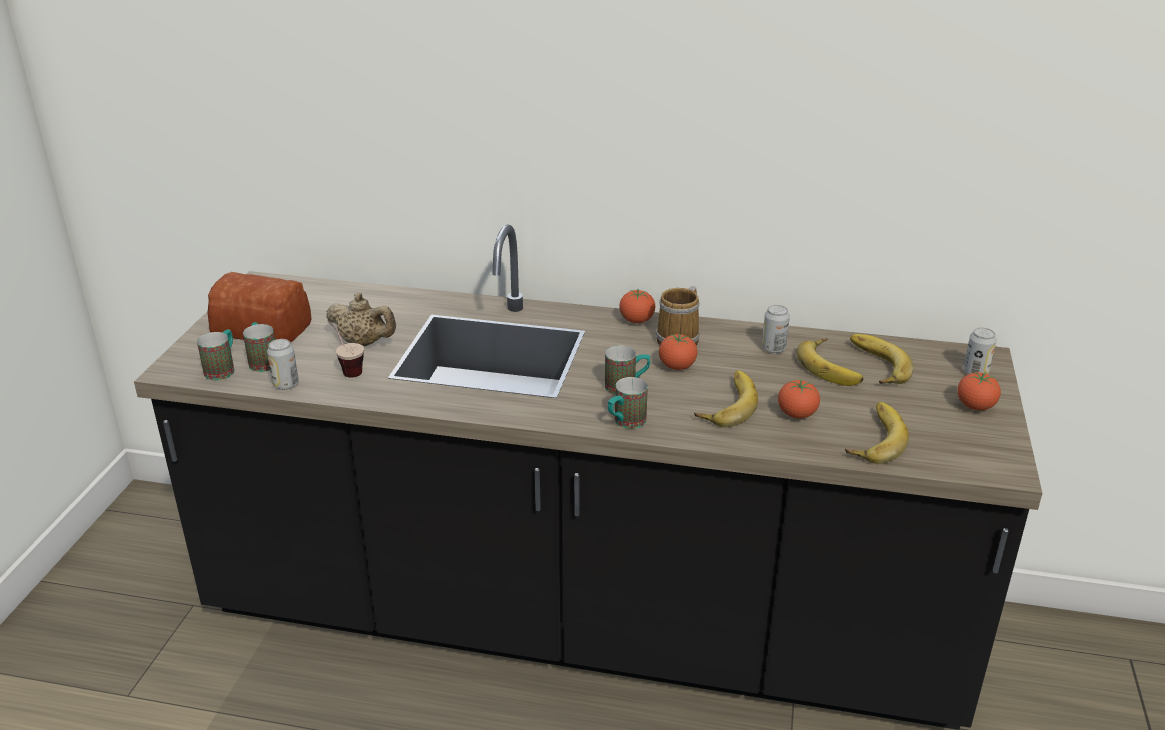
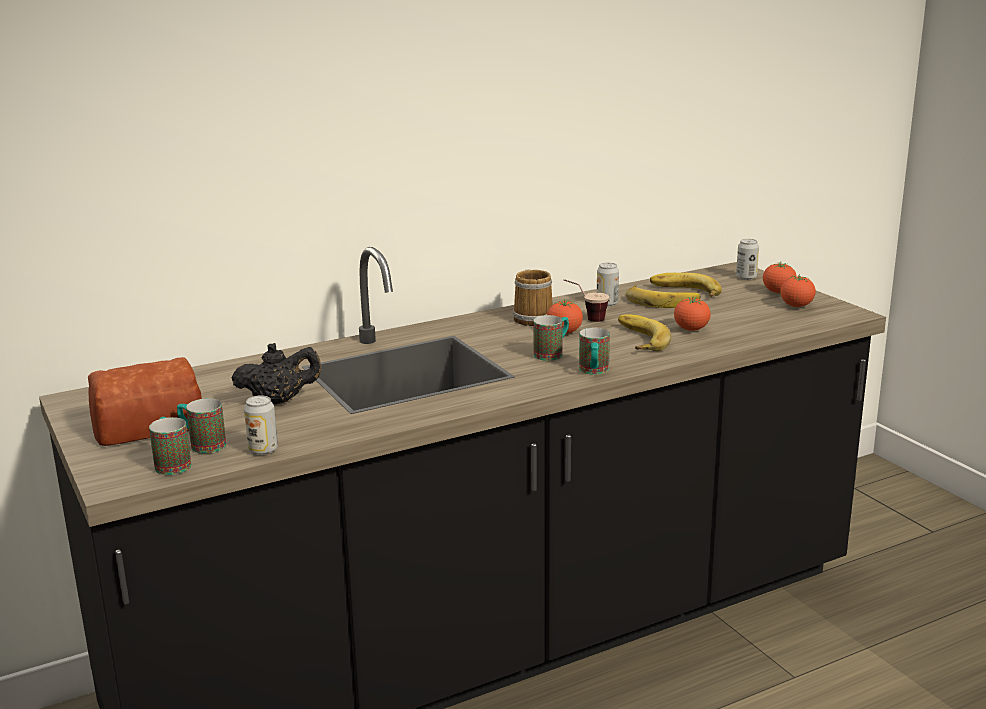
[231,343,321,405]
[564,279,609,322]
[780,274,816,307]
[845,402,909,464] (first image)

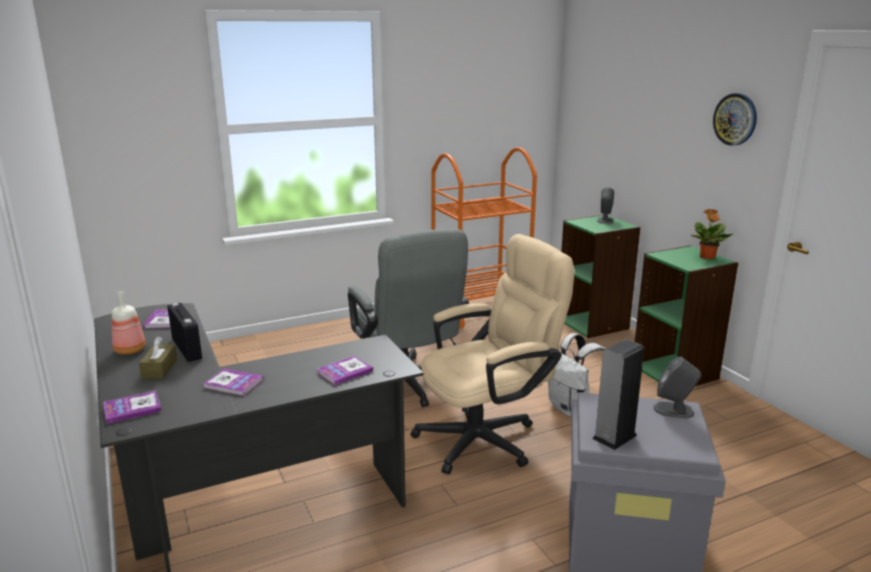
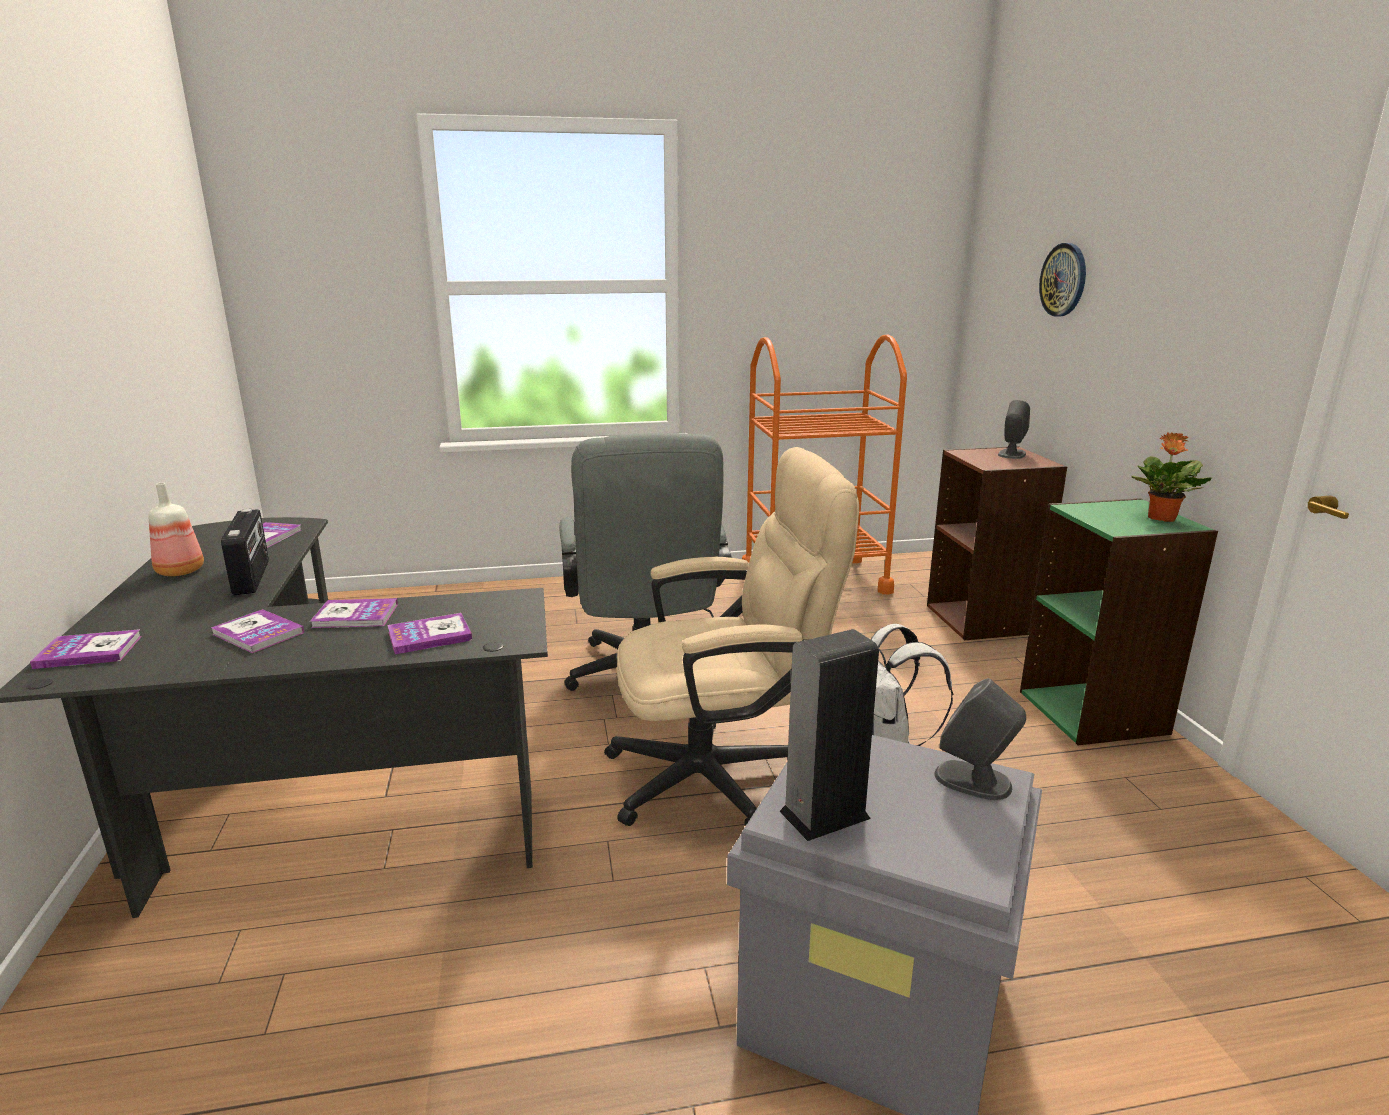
[310,598,398,628]
[927,446,1067,640]
[1039,243,1086,317]
[139,337,177,379] (first image)

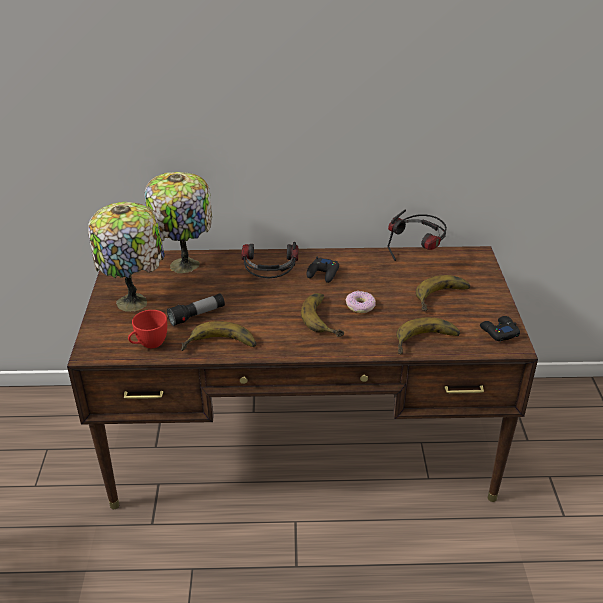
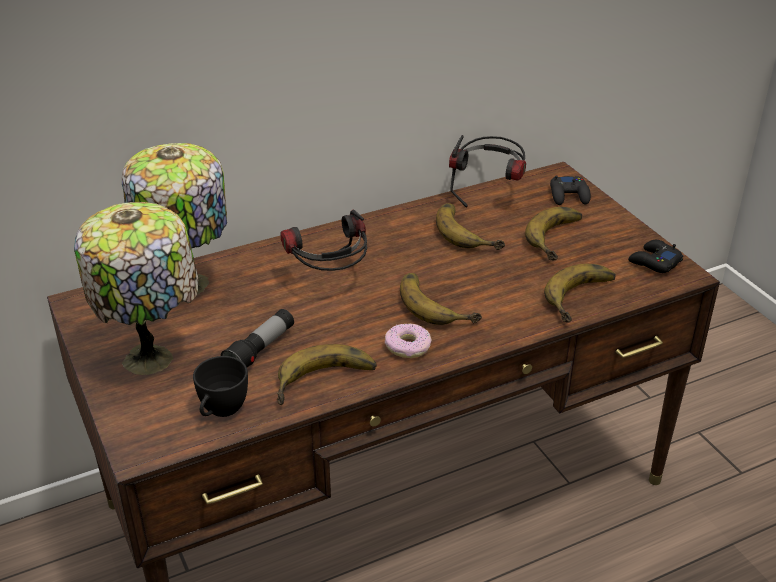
[193,356,248,417]
[385,324,432,358]
[436,203,505,250]
[550,175,591,205]

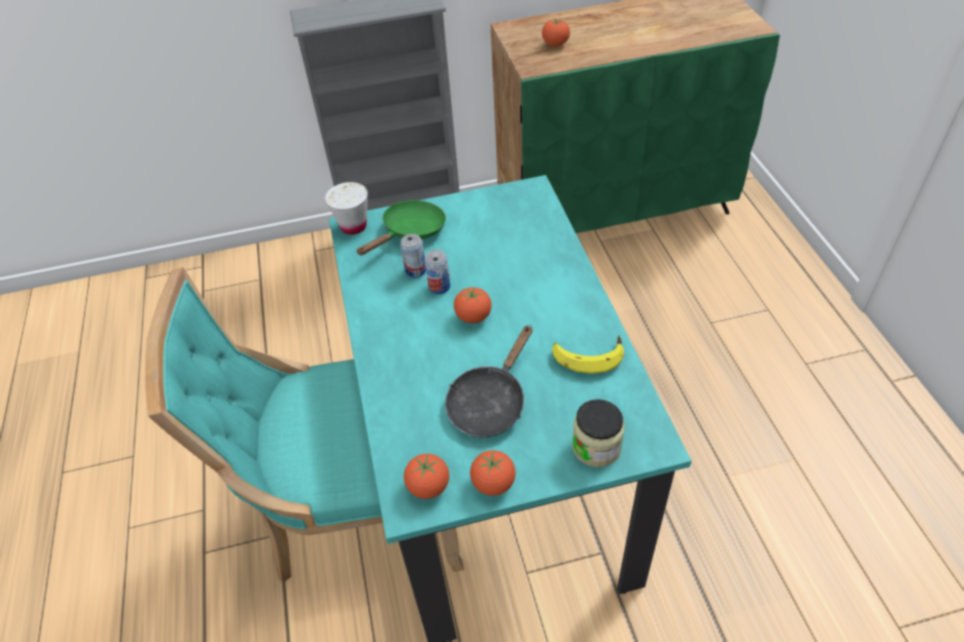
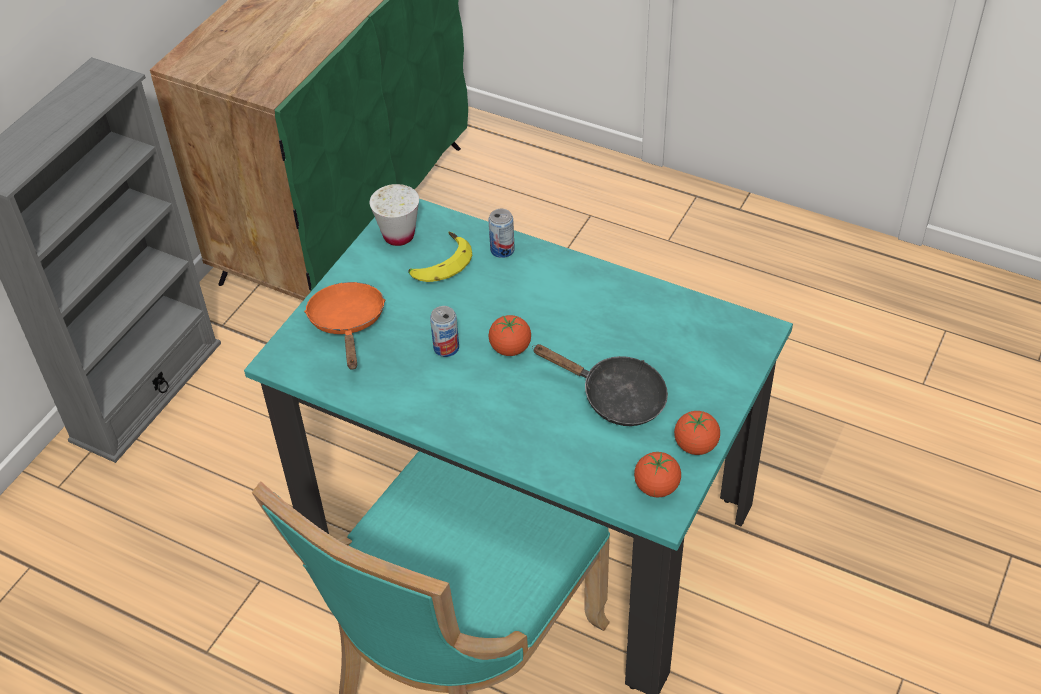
[304,282,386,369]
[370,184,419,246]
[408,232,472,282]
[488,209,515,258]
[532,344,668,426]
[542,18,570,46] (first image)
[572,399,625,467] (first image)

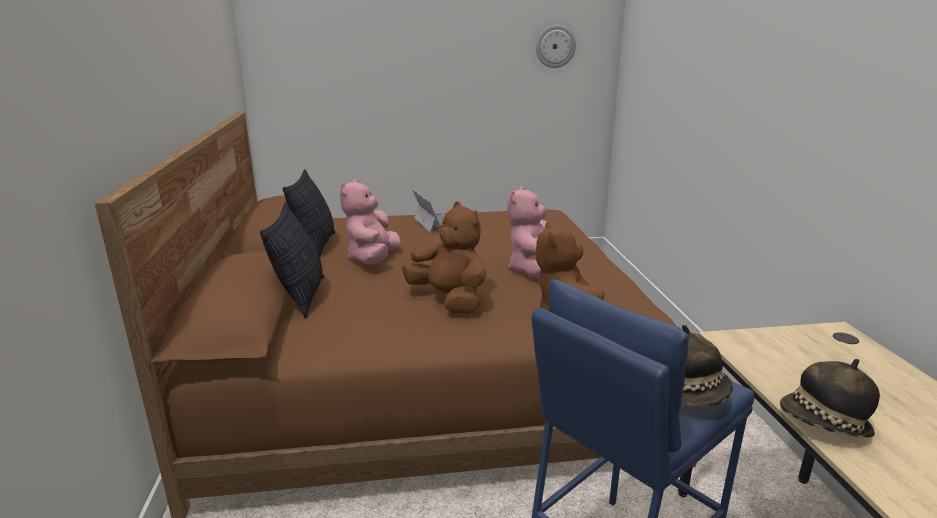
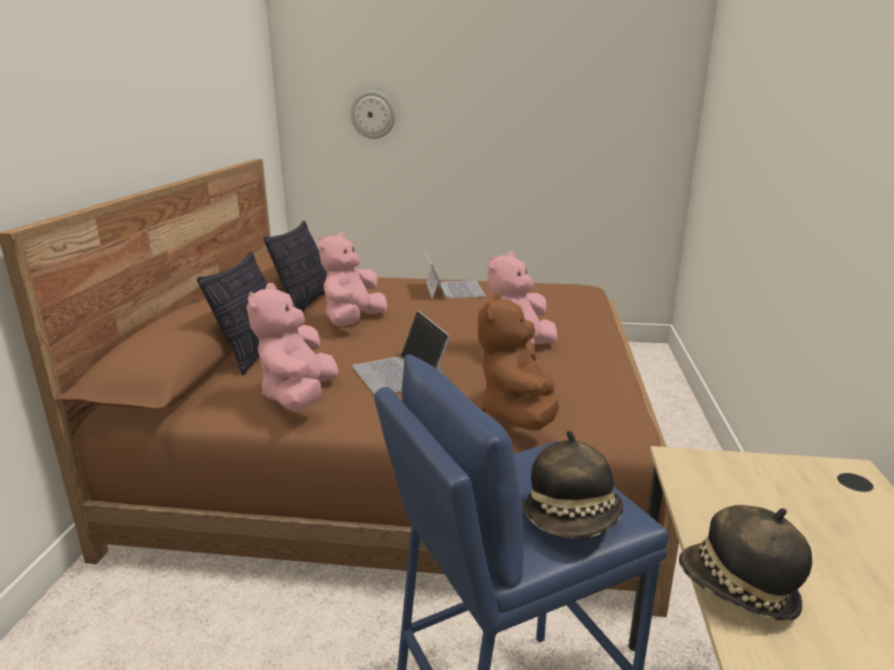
[247,283,339,411]
[350,91,395,139]
[352,310,450,395]

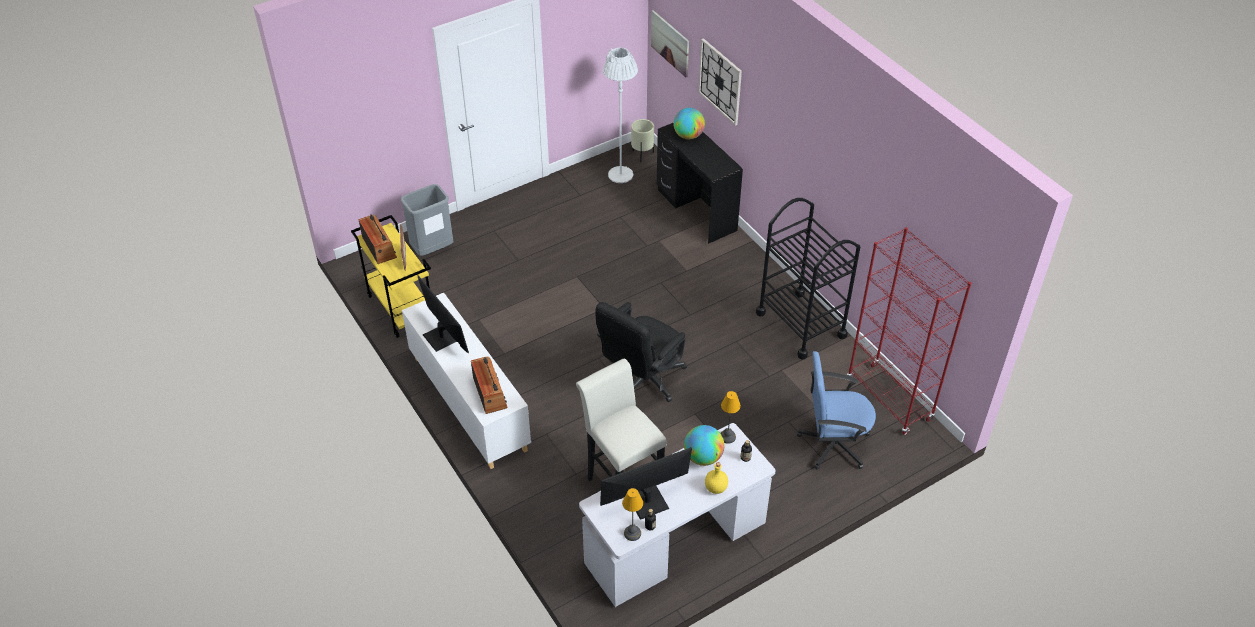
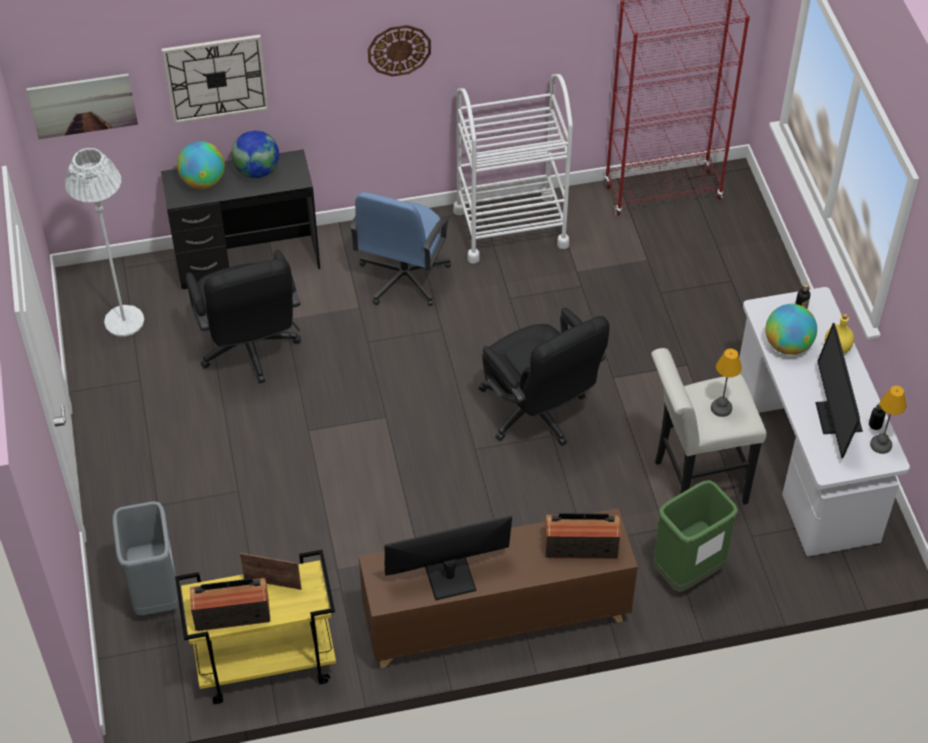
[186,250,301,383]
[232,131,279,178]
[349,192,451,306]
[359,508,638,668]
[368,25,431,77]
[453,74,573,264]
[653,480,738,592]
[711,348,742,417]
[631,119,654,153] (first image)

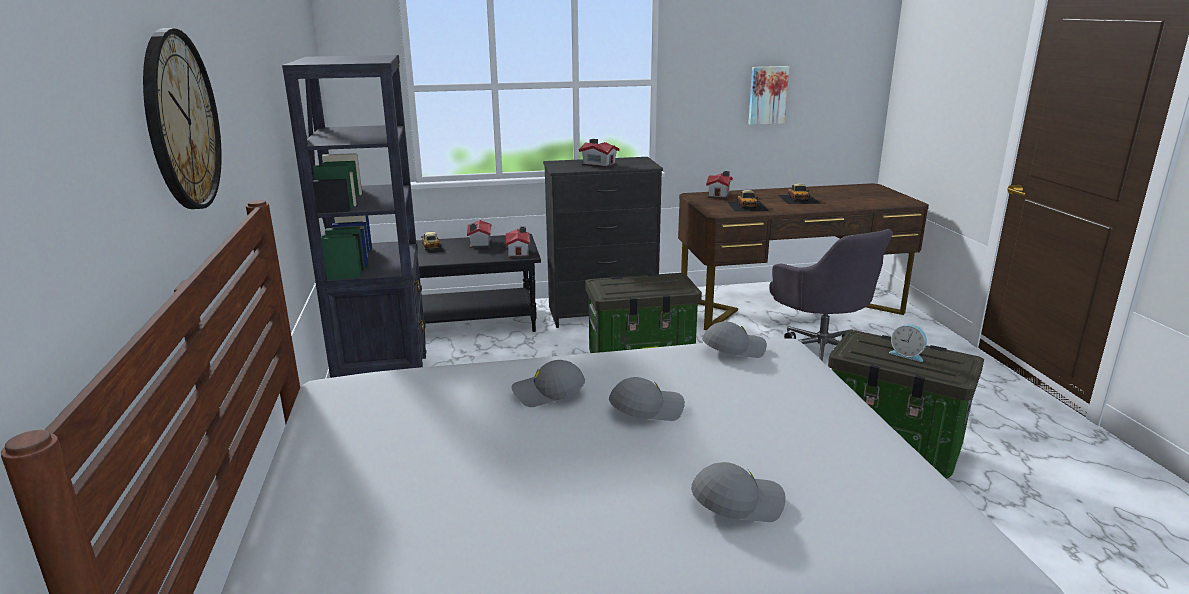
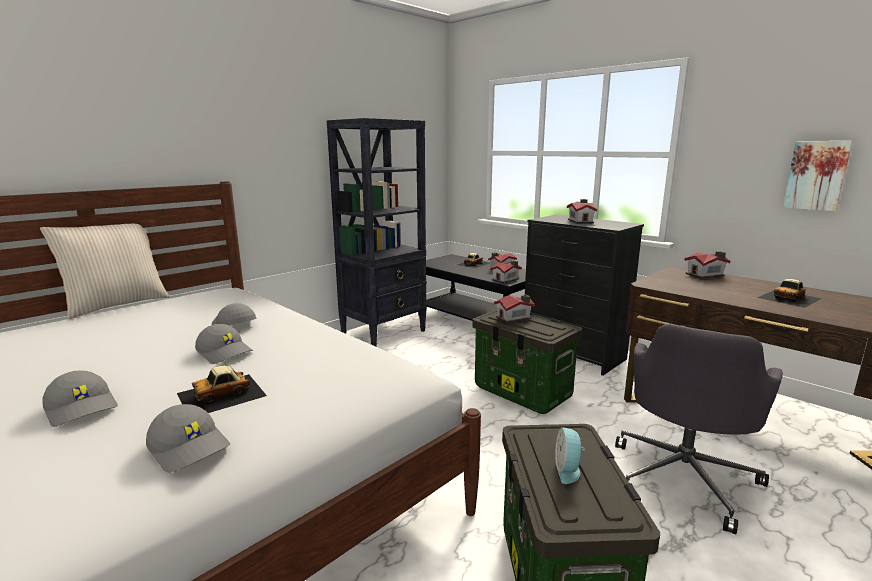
[40,224,170,319]
[146,404,230,473]
[177,366,267,413]
[494,295,535,323]
[143,28,222,209] (first image)

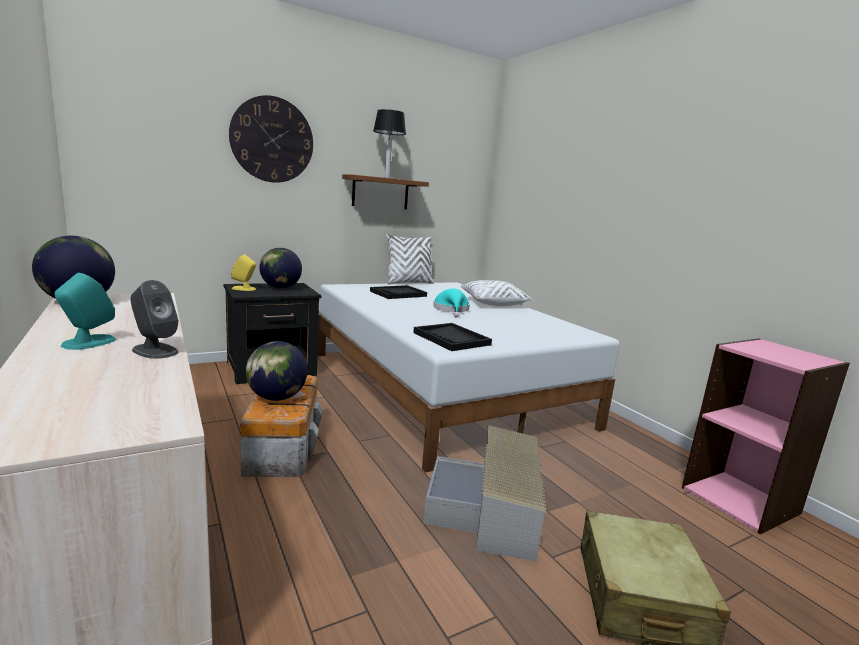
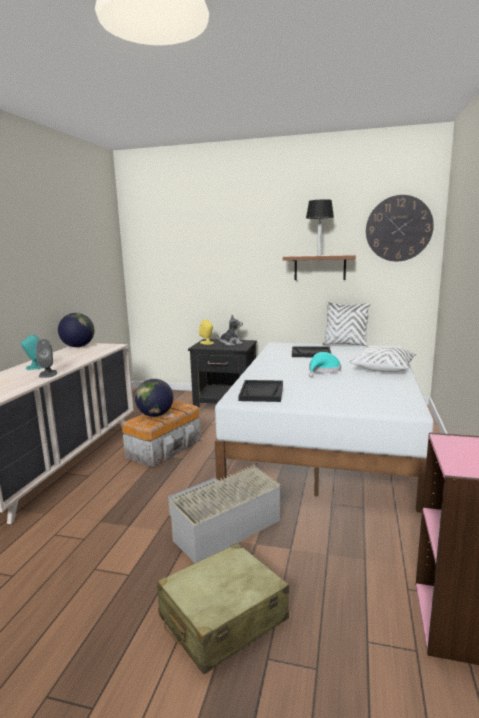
[216,315,243,345]
[366,195,434,261]

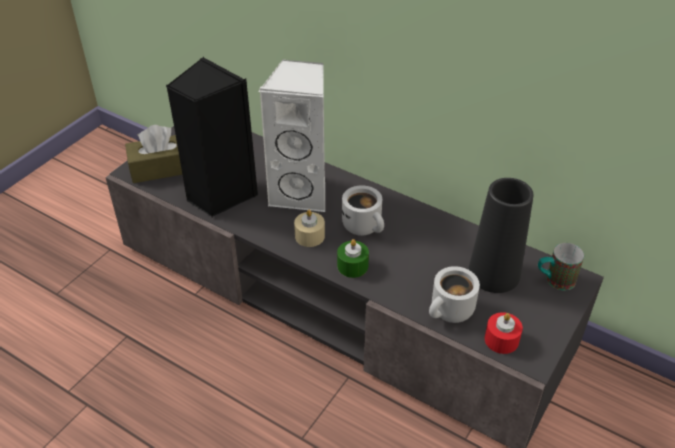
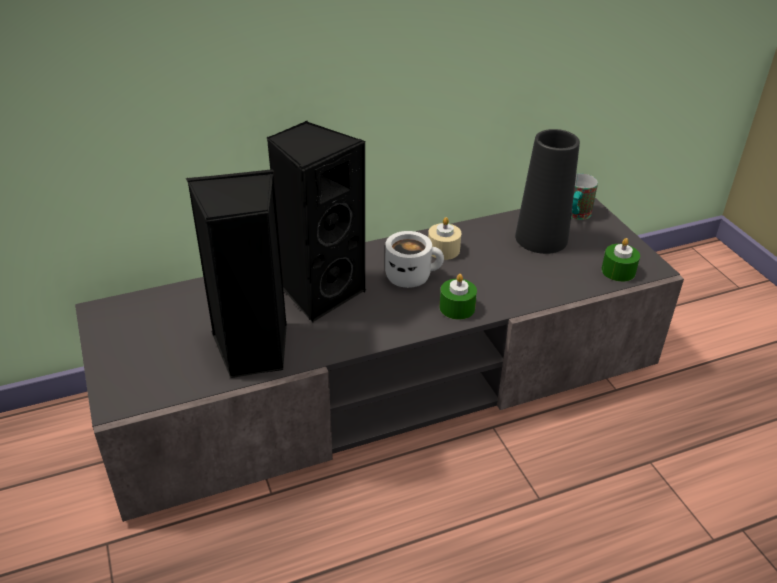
[267,120,367,323]
[428,217,461,260]
[601,238,640,282]
[125,125,182,183] (first image)
[429,266,480,323] (first image)

